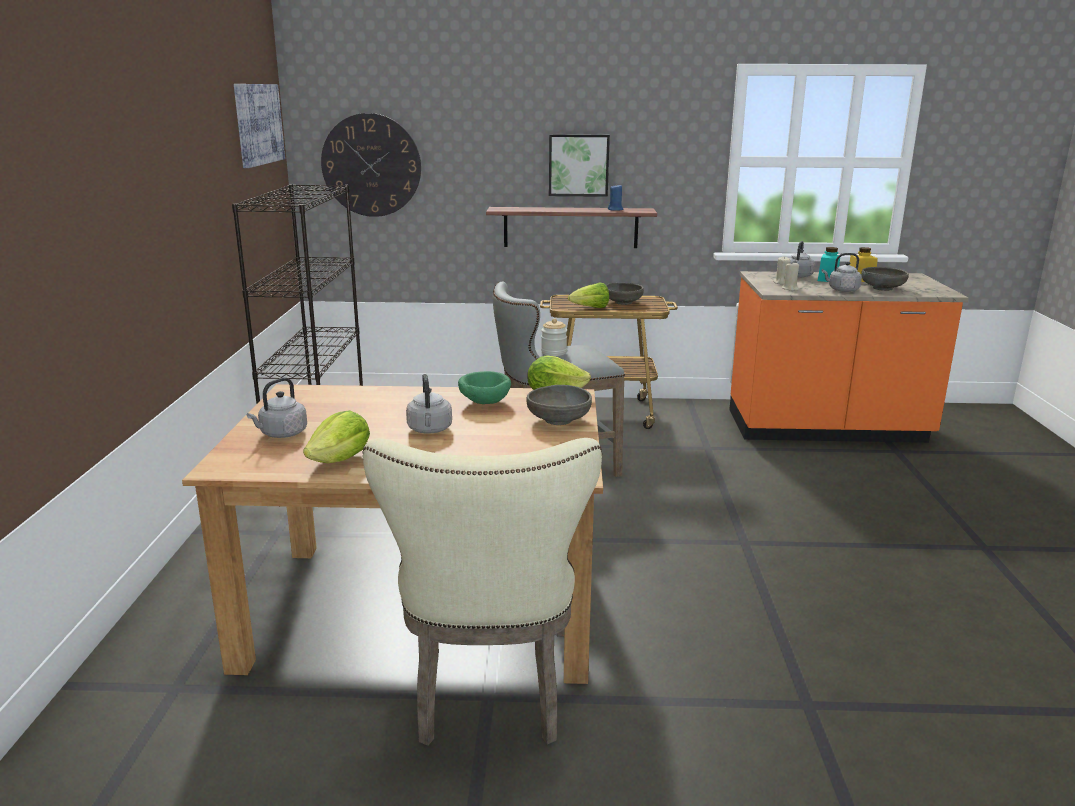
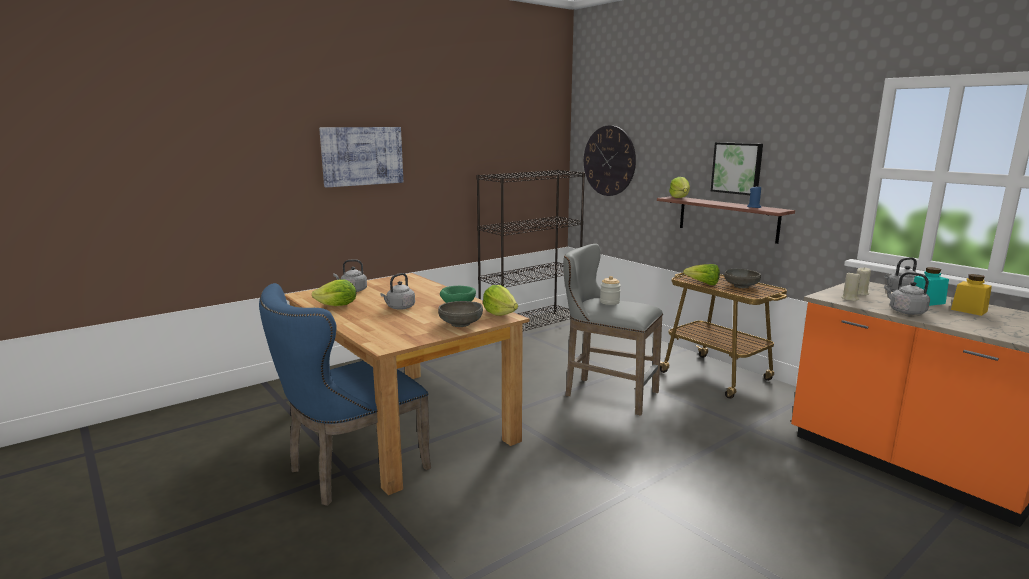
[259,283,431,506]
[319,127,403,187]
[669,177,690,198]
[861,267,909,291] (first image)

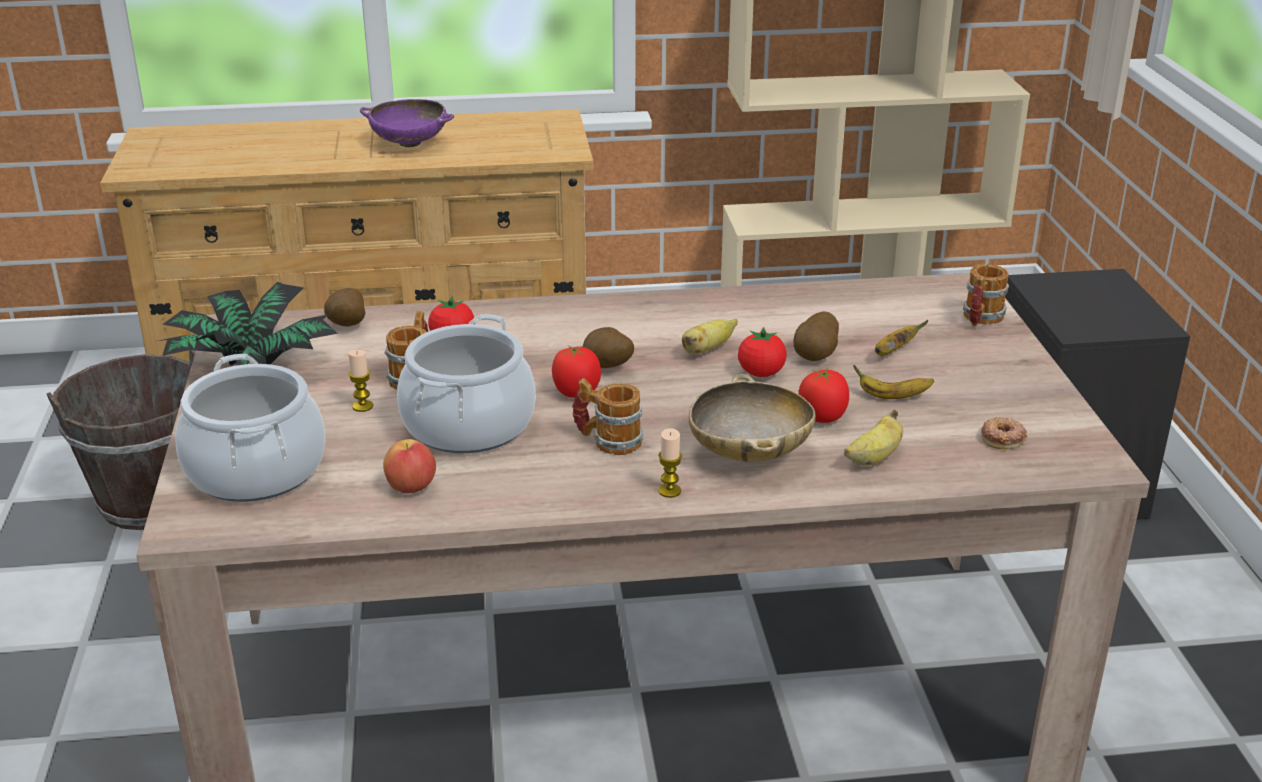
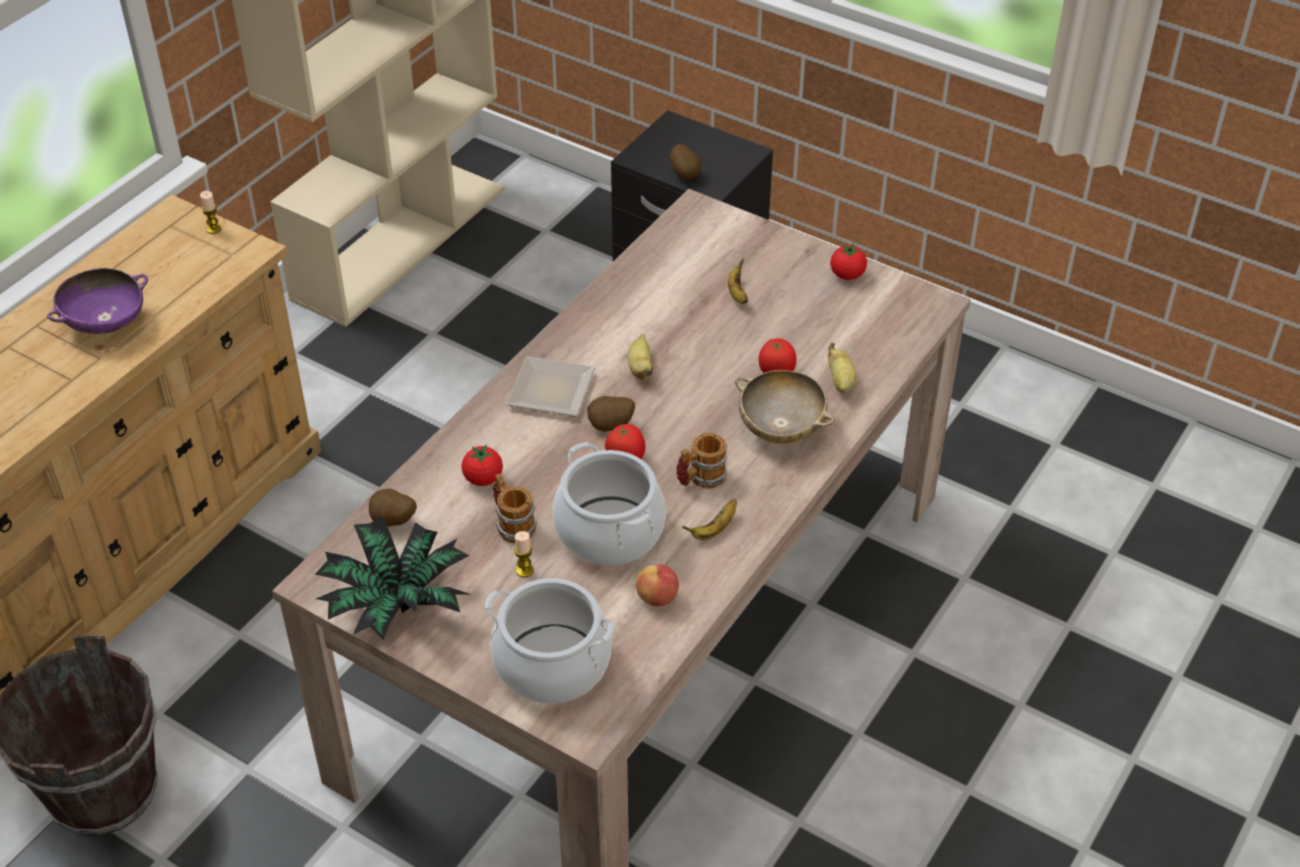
[200,191,221,234]
[506,356,595,417]
[670,144,701,180]
[682,499,737,540]
[830,243,867,280]
[963,264,1009,326] (first image)
[981,417,1027,449] (first image)

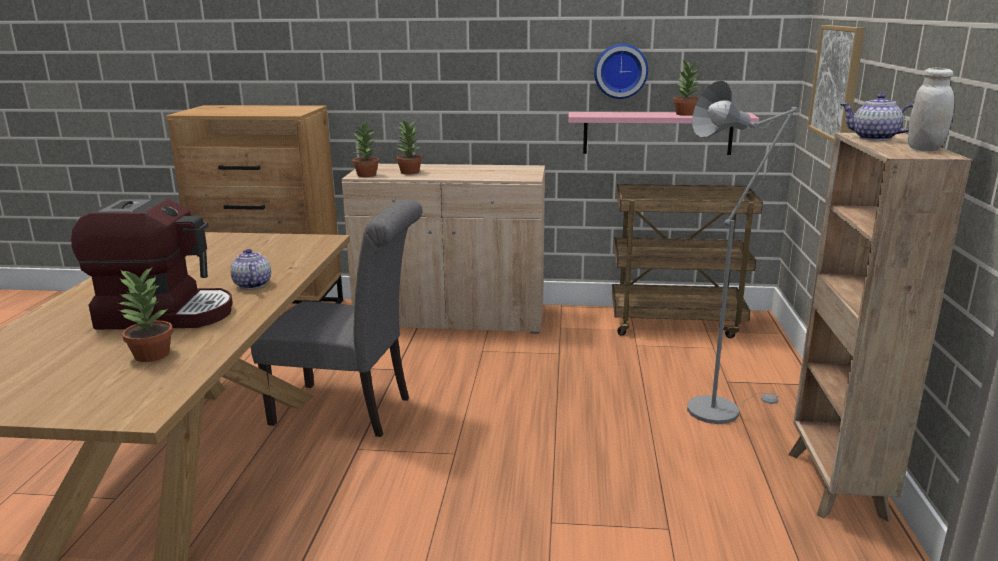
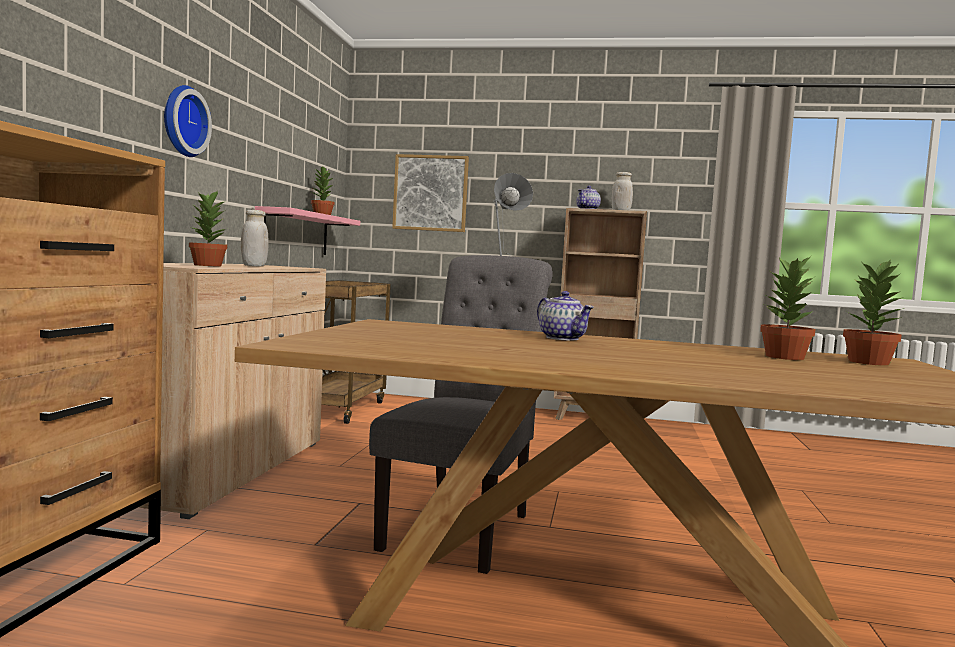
[164,85,212,157]
[241,210,268,266]
[537,291,594,340]
[843,259,904,366]
[71,198,233,329] (first image)

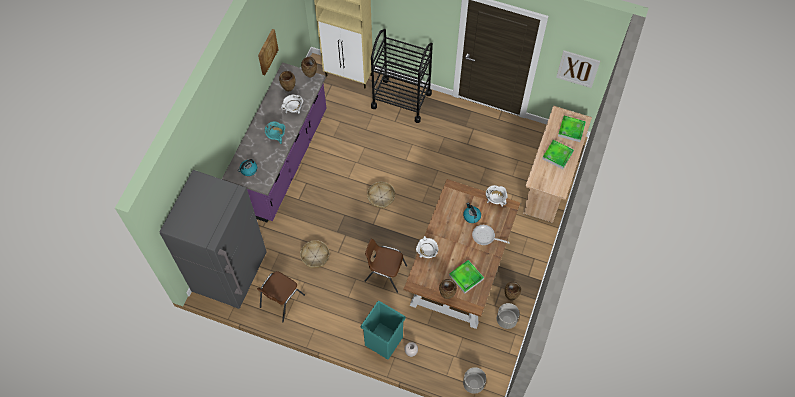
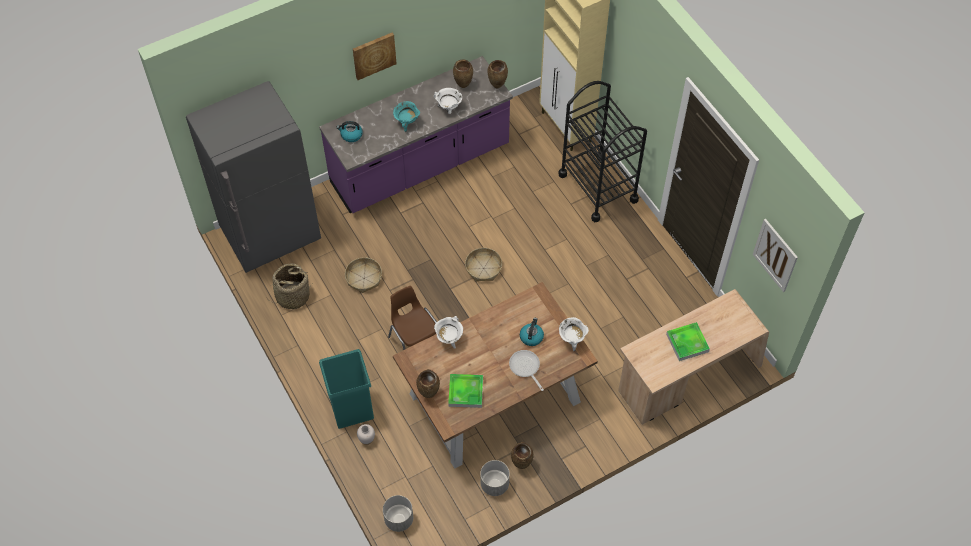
[270,263,312,309]
[353,33,397,80]
[558,116,586,142] (first image)

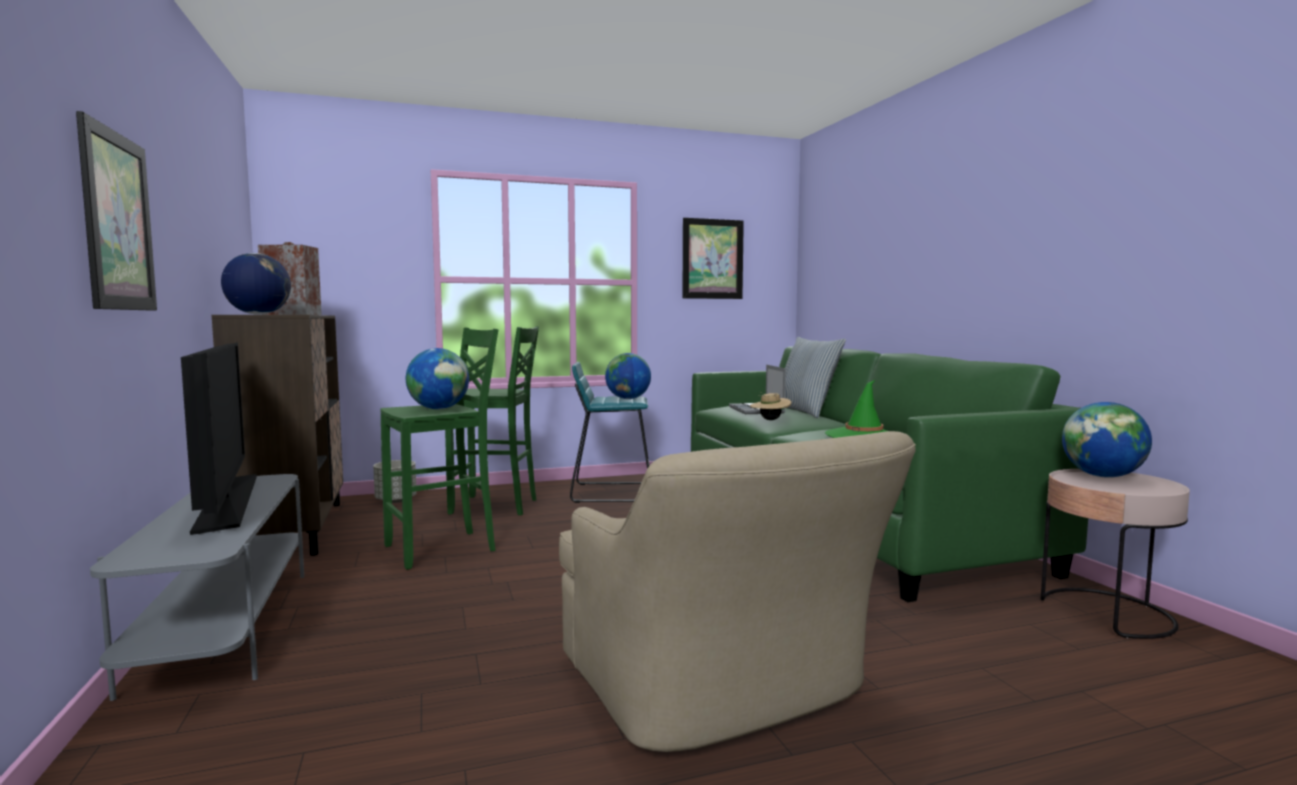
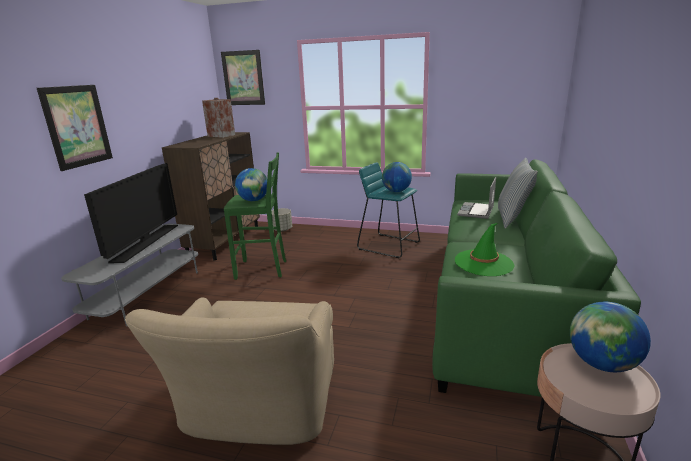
[221,50,265,105]
[221,253,291,315] (first image)
[445,326,539,515] (first image)
[750,392,791,420] (first image)

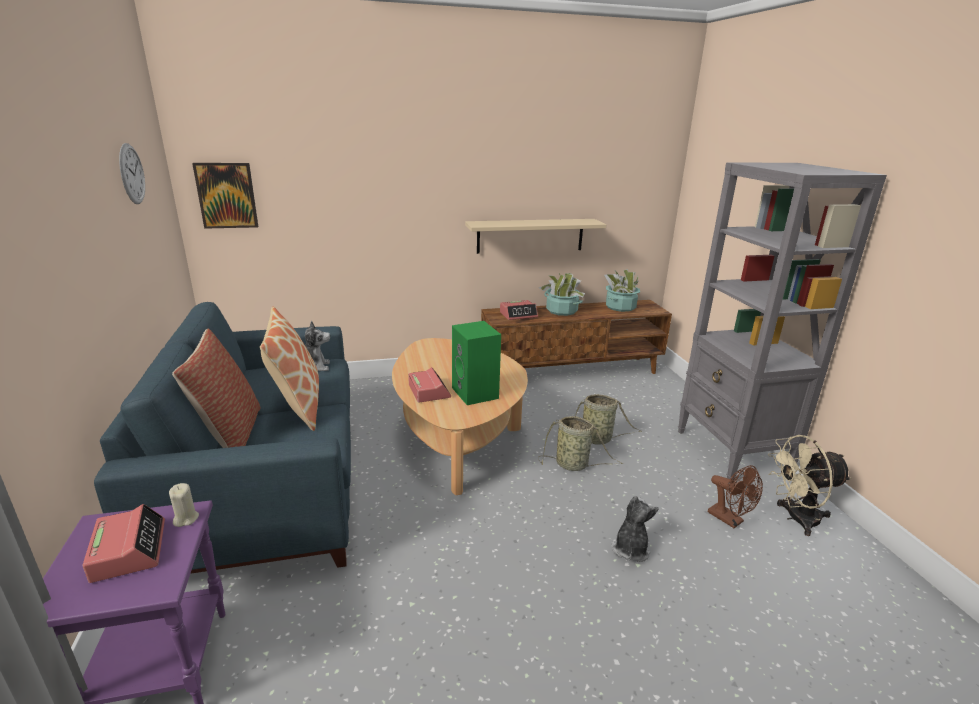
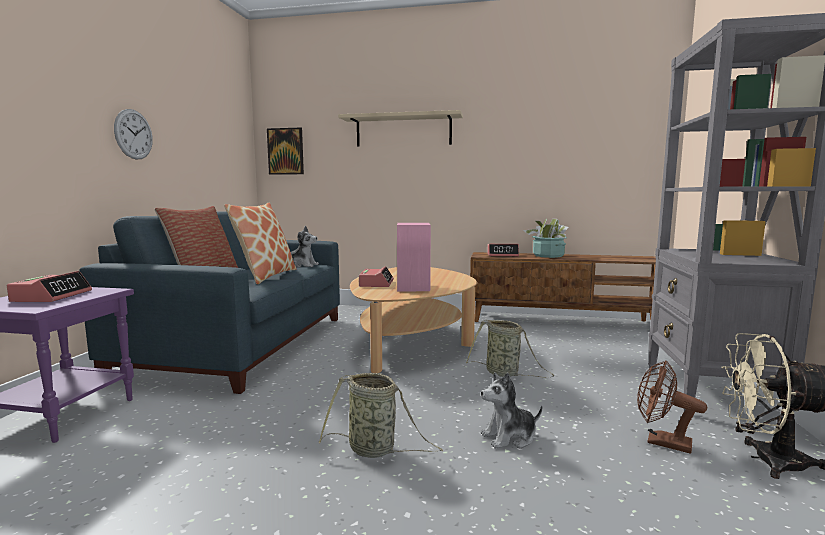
[114,109,153,160]
[319,373,443,458]
[338,110,463,147]
[397,223,431,291]
[481,372,542,449]
[637,360,707,453]
[169,483,199,527] (first image)
[604,269,640,312] (first image)

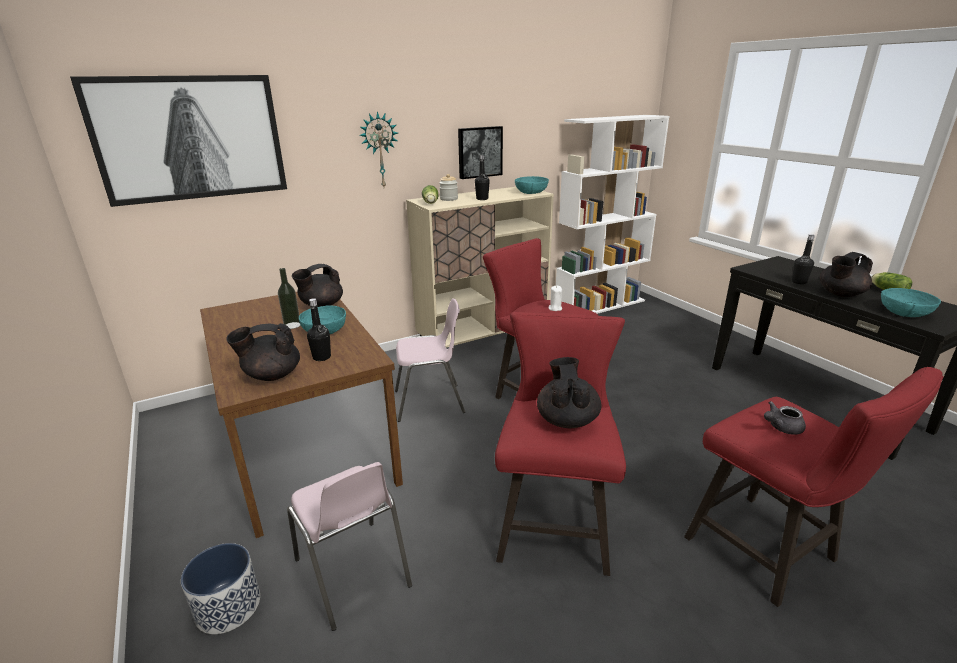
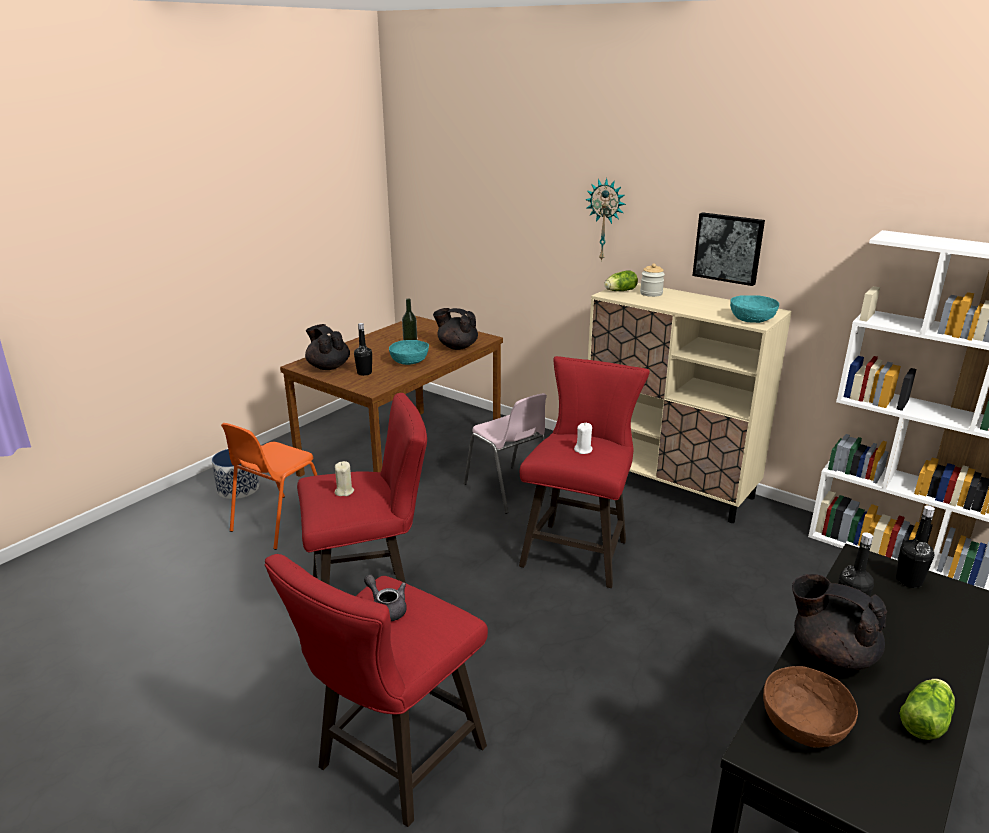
[221,423,317,550]
[335,461,354,496]
[763,666,858,747]
[896,505,935,588]
[70,75,287,207] (first image)

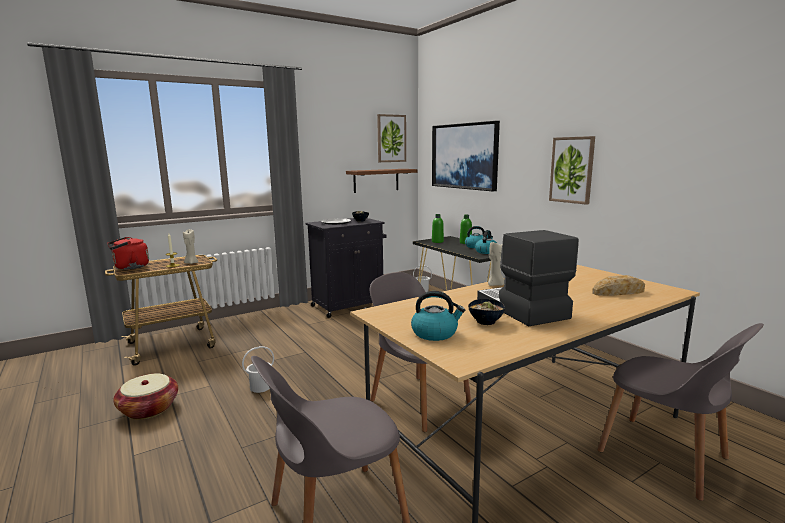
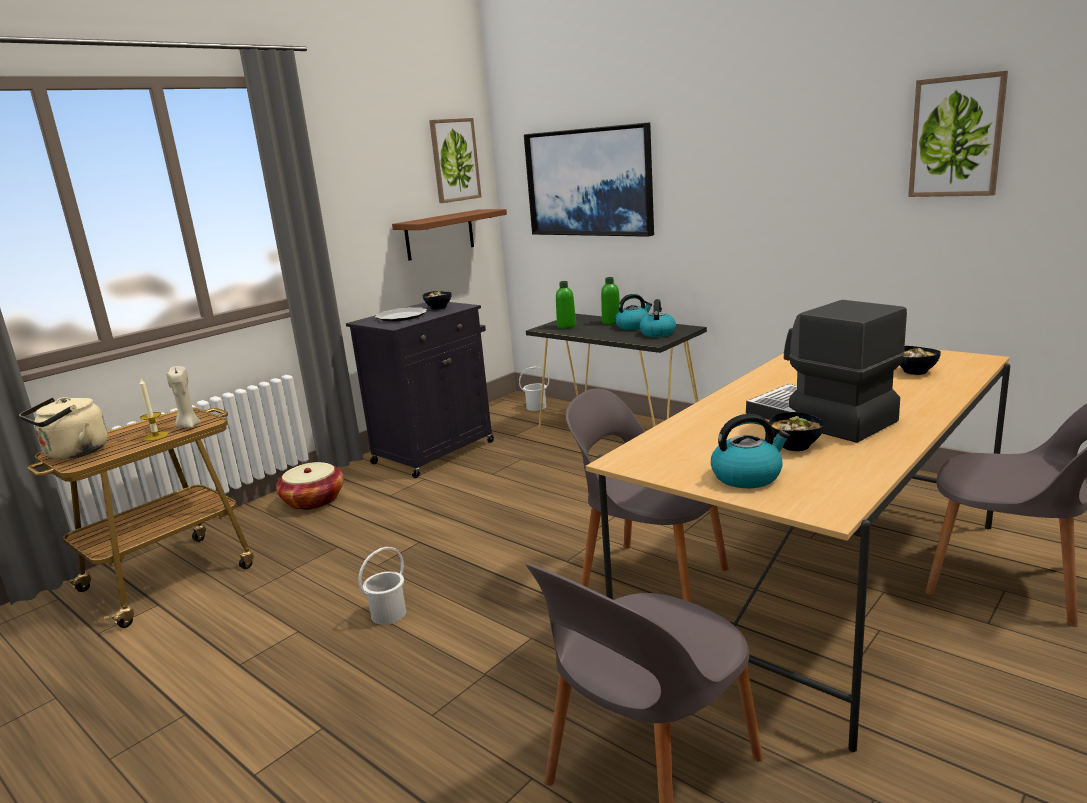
[19,397,108,459]
[276,462,344,511]
[899,346,941,375]
[908,71,1008,197]
[488,242,504,286] (first image)

